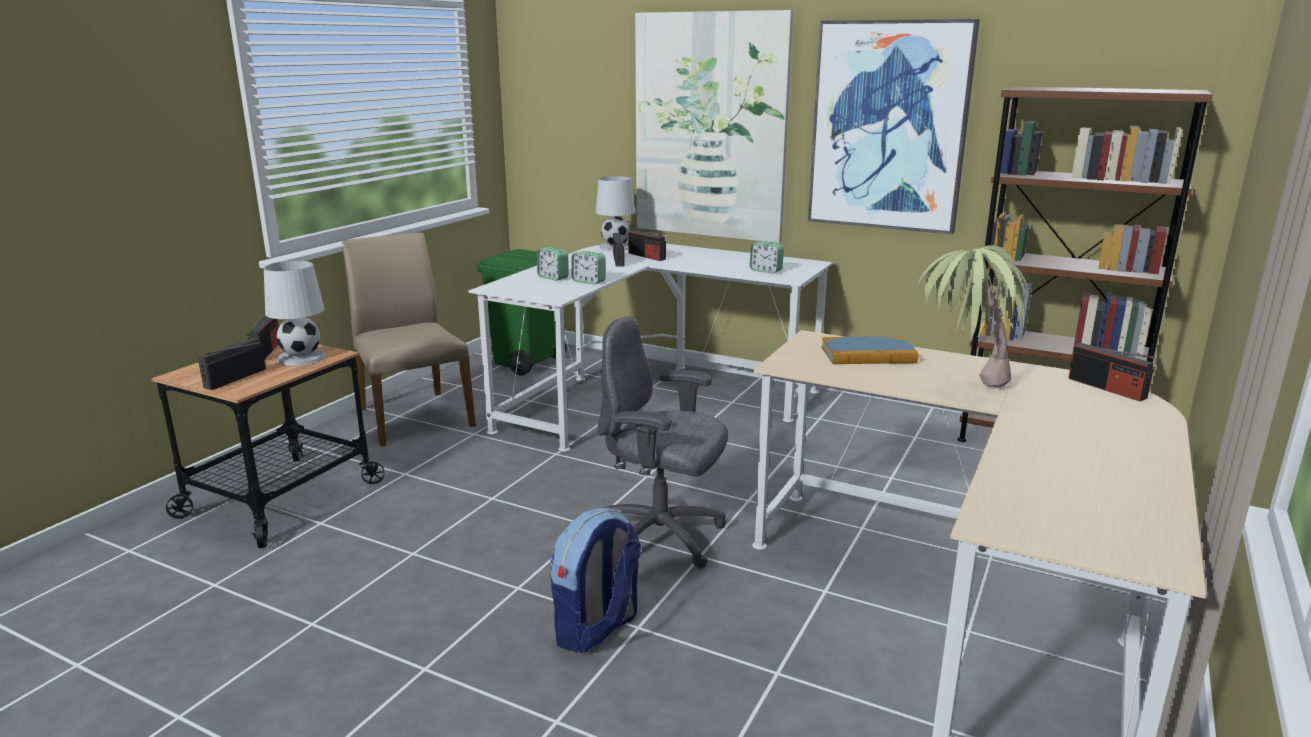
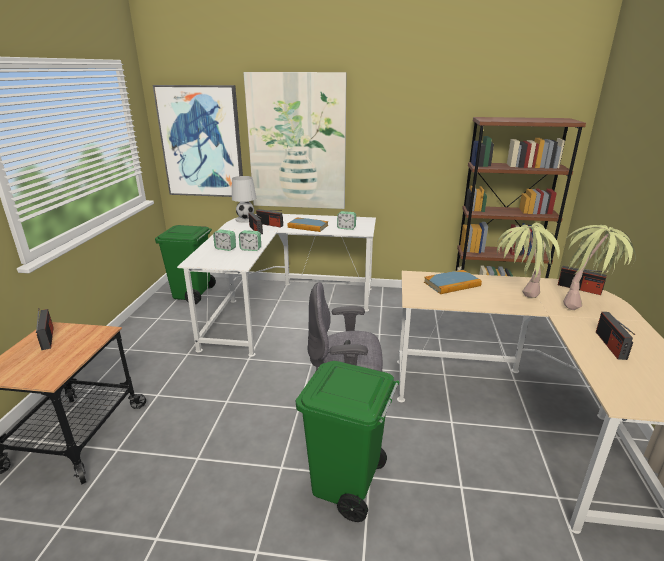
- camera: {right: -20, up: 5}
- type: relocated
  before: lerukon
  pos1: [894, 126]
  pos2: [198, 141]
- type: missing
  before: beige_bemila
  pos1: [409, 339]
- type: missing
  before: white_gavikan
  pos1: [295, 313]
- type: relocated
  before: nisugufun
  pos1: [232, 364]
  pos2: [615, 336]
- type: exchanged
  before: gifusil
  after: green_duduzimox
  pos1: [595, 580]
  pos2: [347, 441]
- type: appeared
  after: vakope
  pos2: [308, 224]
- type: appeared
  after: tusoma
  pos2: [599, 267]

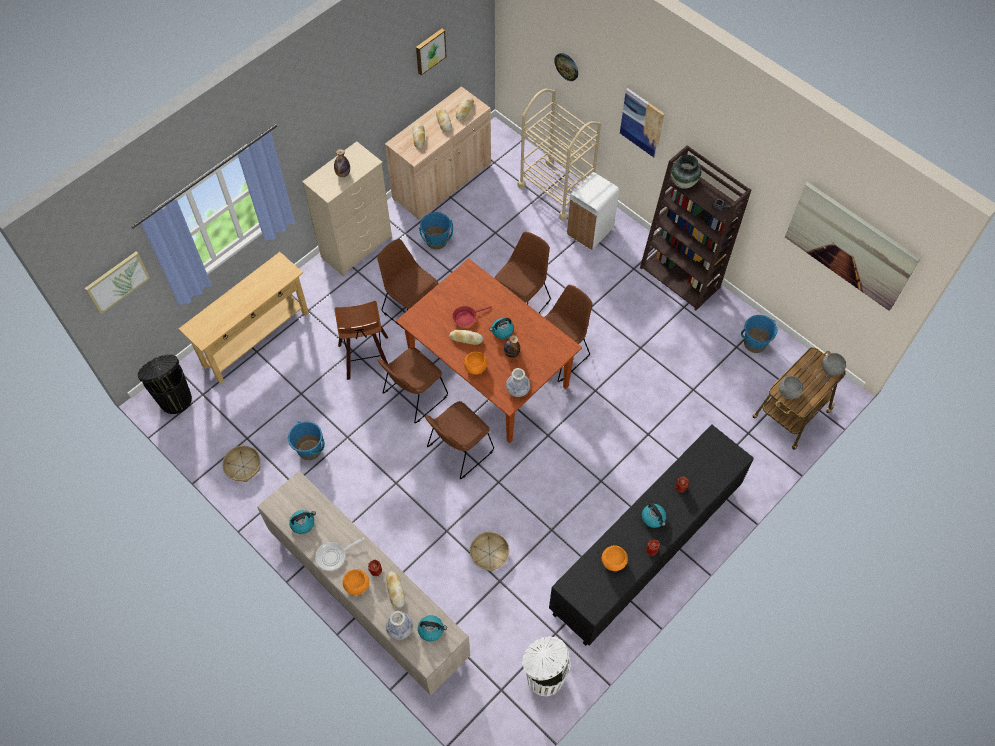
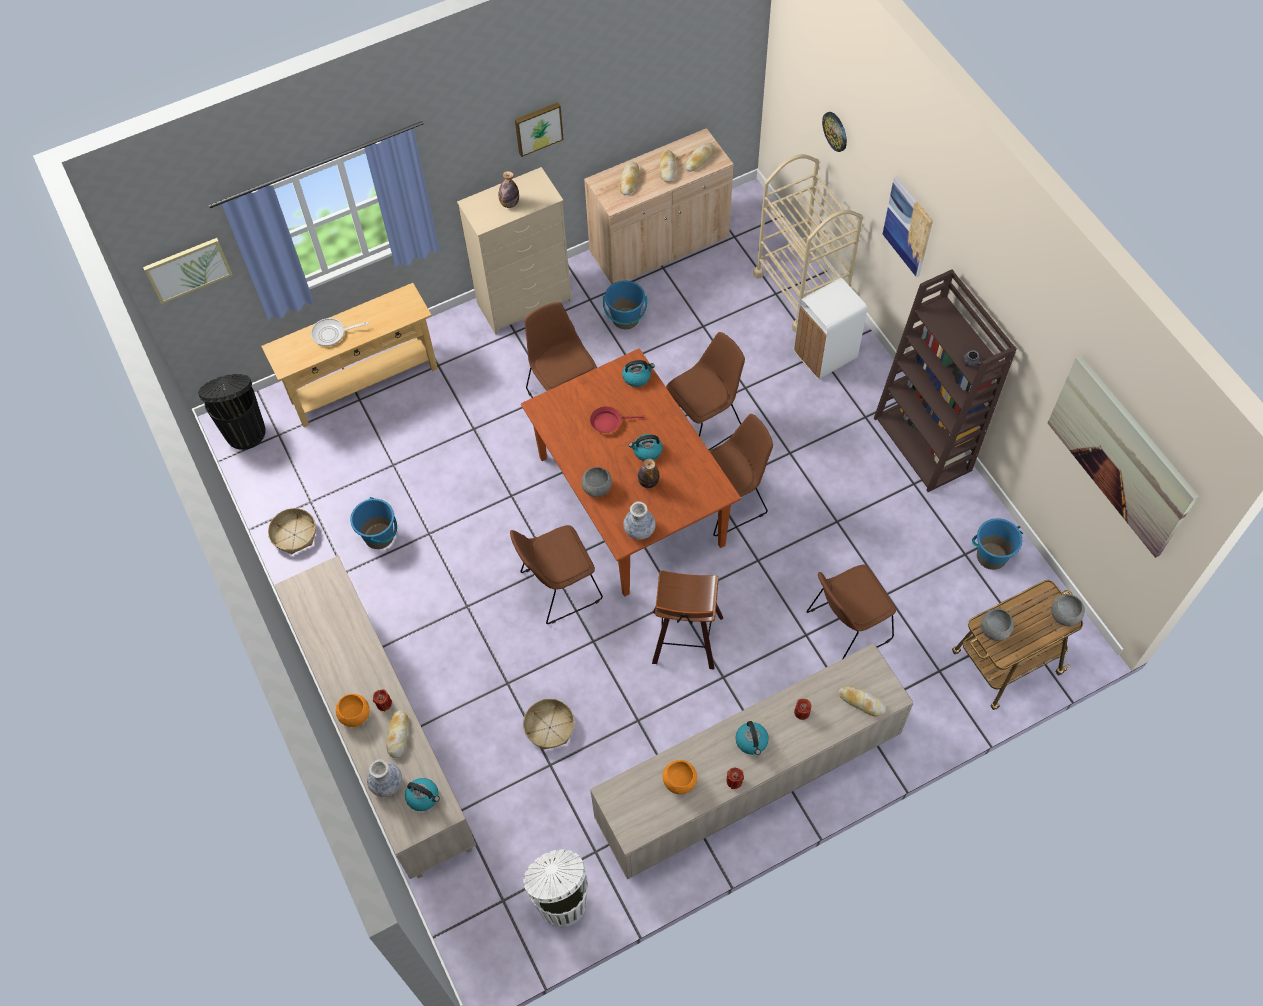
- camera: {right: 20, up: 0}
- type: relocated
  before: lerukon
  pos1: [431, 52]
  pos2: [539, 129]
- type: missing
  before: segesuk
  pos1: [686, 172]
- type: relocated
  before: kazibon
  pos1: [361, 340]
  pos2: [687, 619]
- type: relocated
  before: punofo
  pos1: [466, 337]
  pos2: [862, 701]
- type: relocated
  before: brown_bemila
  pos1: [413, 385]
  pos2: [851, 612]
- type: colour
  before: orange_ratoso
  after: grey_ratoso
  pos1: [475, 363]
  pos2: [596, 482]
- type: colour
  before: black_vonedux
  after: beige_vonedux
  pos1: [651, 535]
  pos2: [751, 761]
- type: relocated
  before: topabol
  pos1: [302, 522]
  pos2: [638, 373]
- type: relocated
  before: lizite
  pos1: [339, 554]
  pos2: [340, 332]

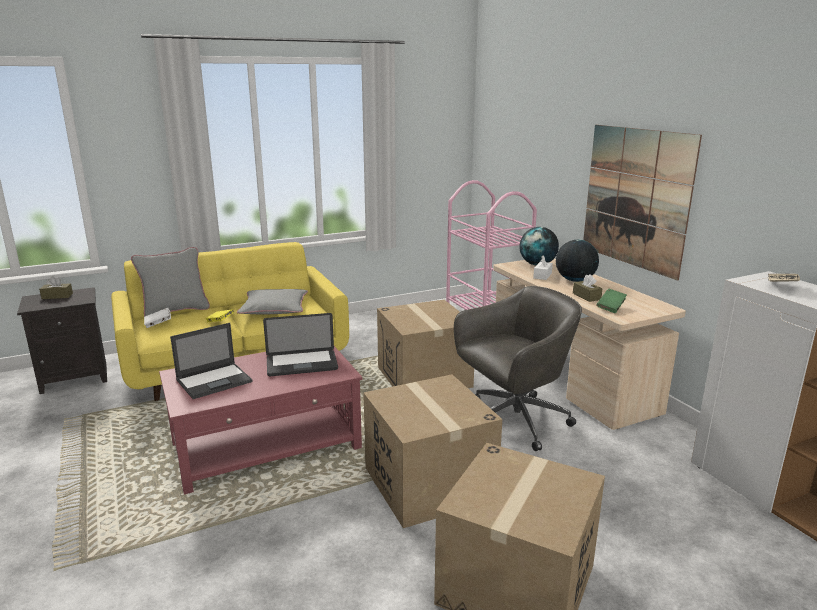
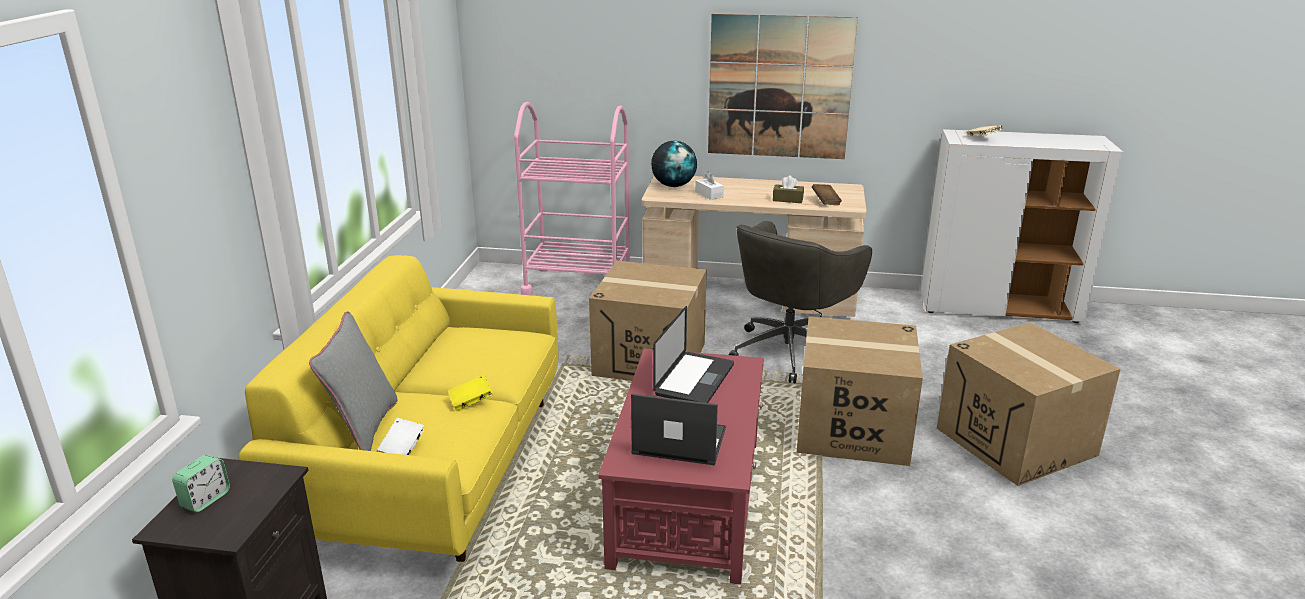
- camera: {right: -55, up: 5}
- type: missing
  before: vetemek
  pos1: [577, 261]
- type: exchanged
  before: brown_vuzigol
  after: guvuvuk
  pos1: [56, 287]
  pos2: [201, 483]
- type: spun
  before: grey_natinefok
  pos1: [518, 368]
  pos2: [800, 302]
  turn: -150
- type: colour
  before: green_vakope
  after: brown_vakope
  pos1: [611, 300]
  pos2: [827, 194]
- type: missing
  before: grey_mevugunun
  pos1: [272, 301]
- type: spun
  before: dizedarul
  pos1: [211, 361]
  pos2: [678, 429]
  turn: -75

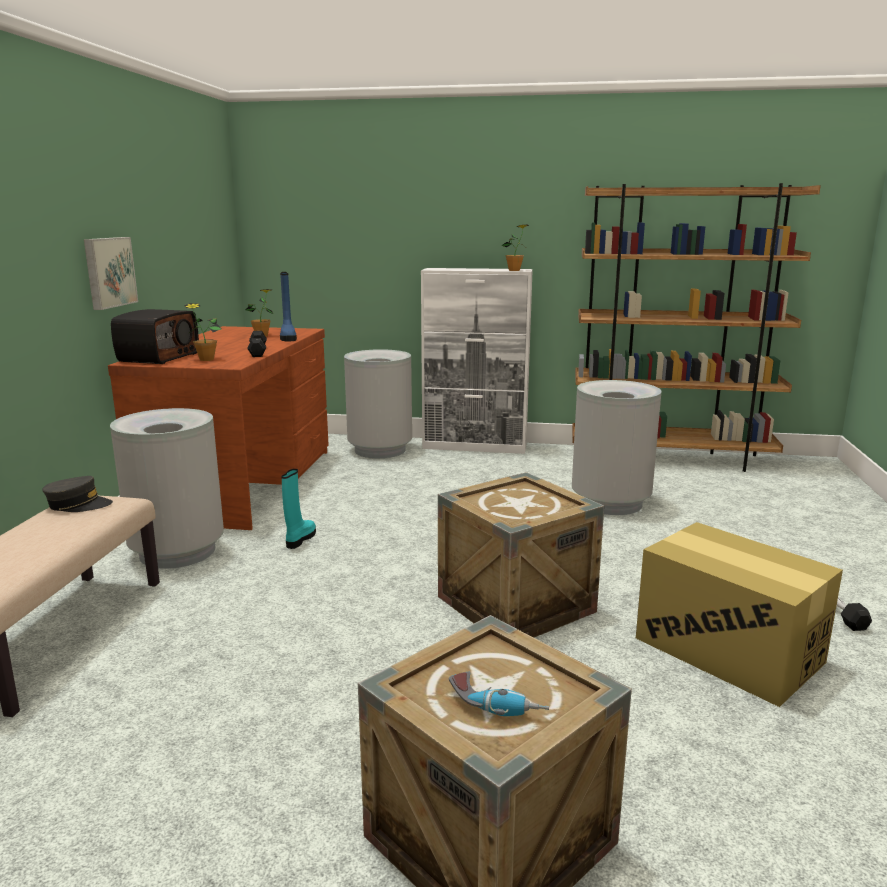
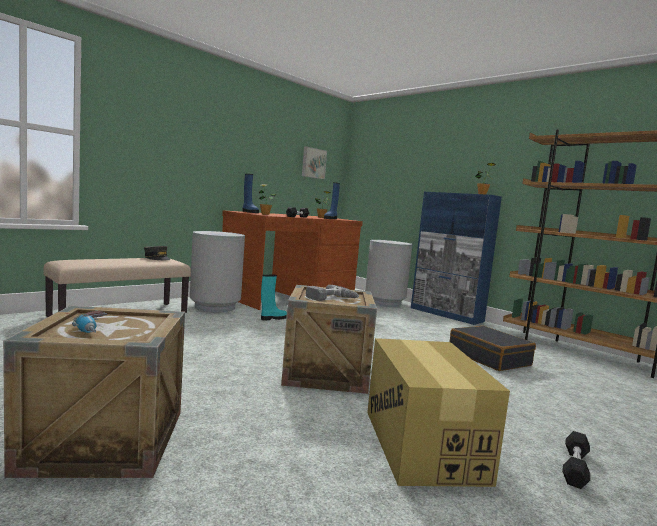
- camera: {right: 35, up: -10}
- type: relocated
  before: lerukon
  pos1: [111, 273]
  pos2: [314, 162]
- type: colour
  before: white_vonedux
  after: blue_vonedux
  pos1: [477, 361]
  pos2: [456, 258]
- type: exchanged
  before: nisugufun
  after: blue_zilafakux
  pos1: [155, 336]
  pos2: [251, 193]
- type: exchanged
  before: grey_duduzimox
  after: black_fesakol
  pos1: [617, 447]
  pos2: [492, 348]
- type: appeared
  after: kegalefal
  pos2: [332, 293]

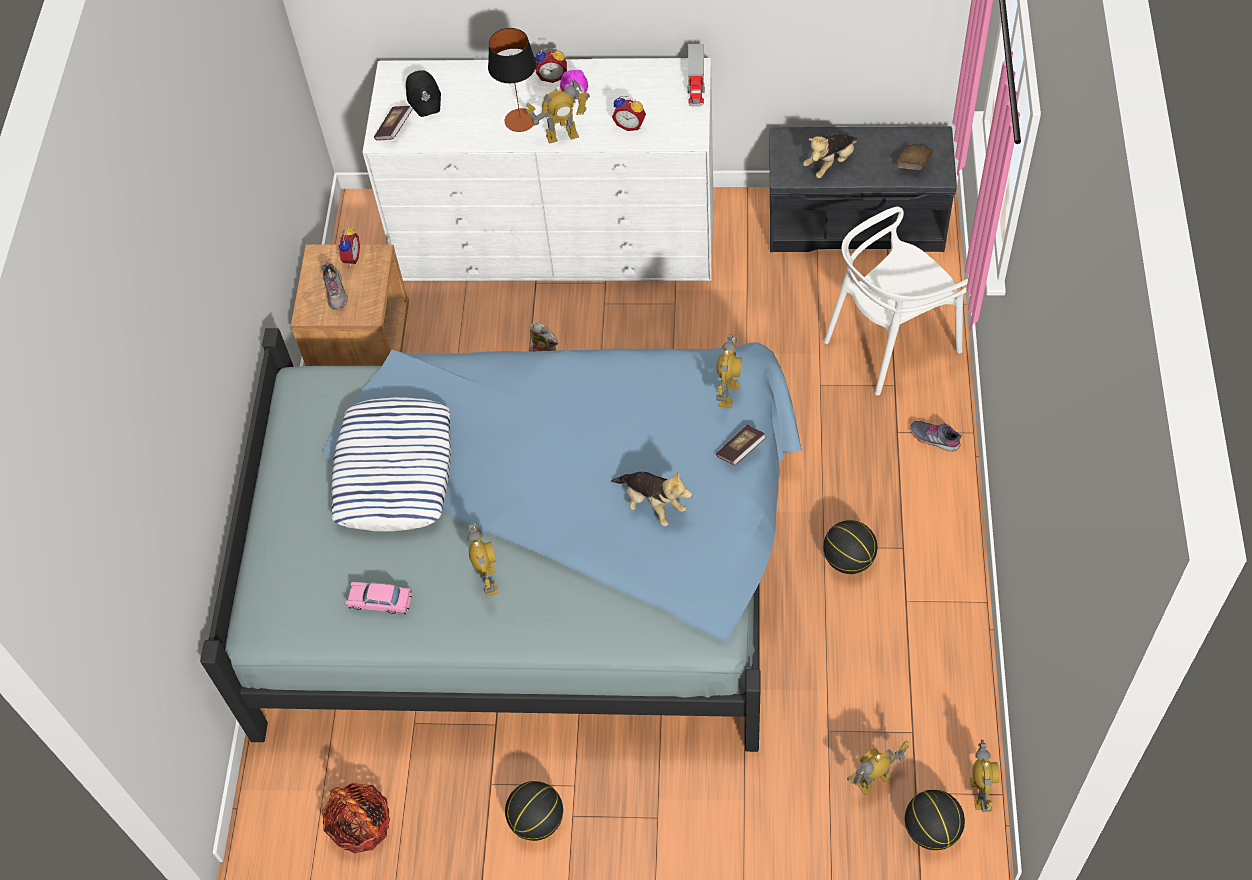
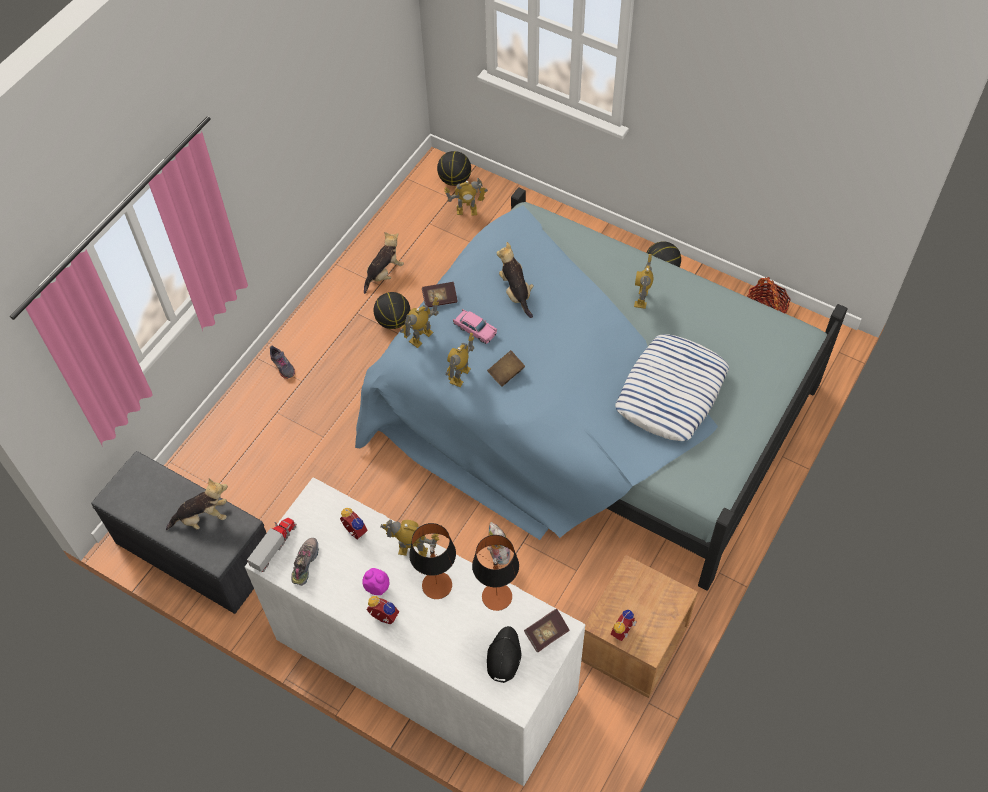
- camera: {right: -155, up: 0}
- type: relocated
  before: brown_vakope
  pos1: [915, 157]
  pos2: [506, 368]
- type: missing
  before: white_bemila
  pos1: [896, 301]
- type: relocated
  before: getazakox
  pos1: [335, 286]
  pos2: [305, 562]
- type: relocated
  before: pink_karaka
  pos1: [379, 598]
  pos2: [475, 326]
- type: relocated
  before: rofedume
  pos1: [985, 776]
  pos2: [460, 360]
- type: appeared
  after: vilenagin
  pos2: [384, 263]
- type: appeared
  after: gavikan
  pos2: [495, 573]

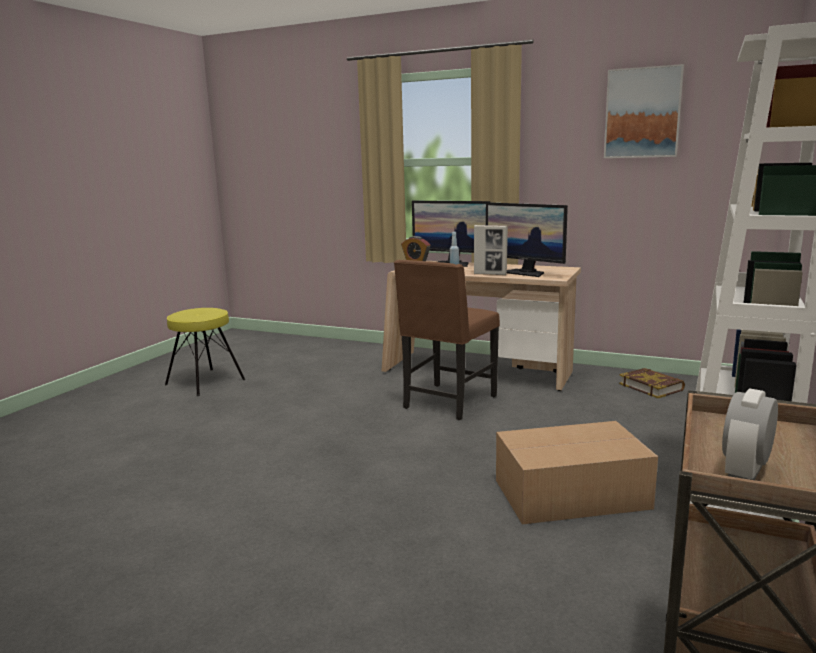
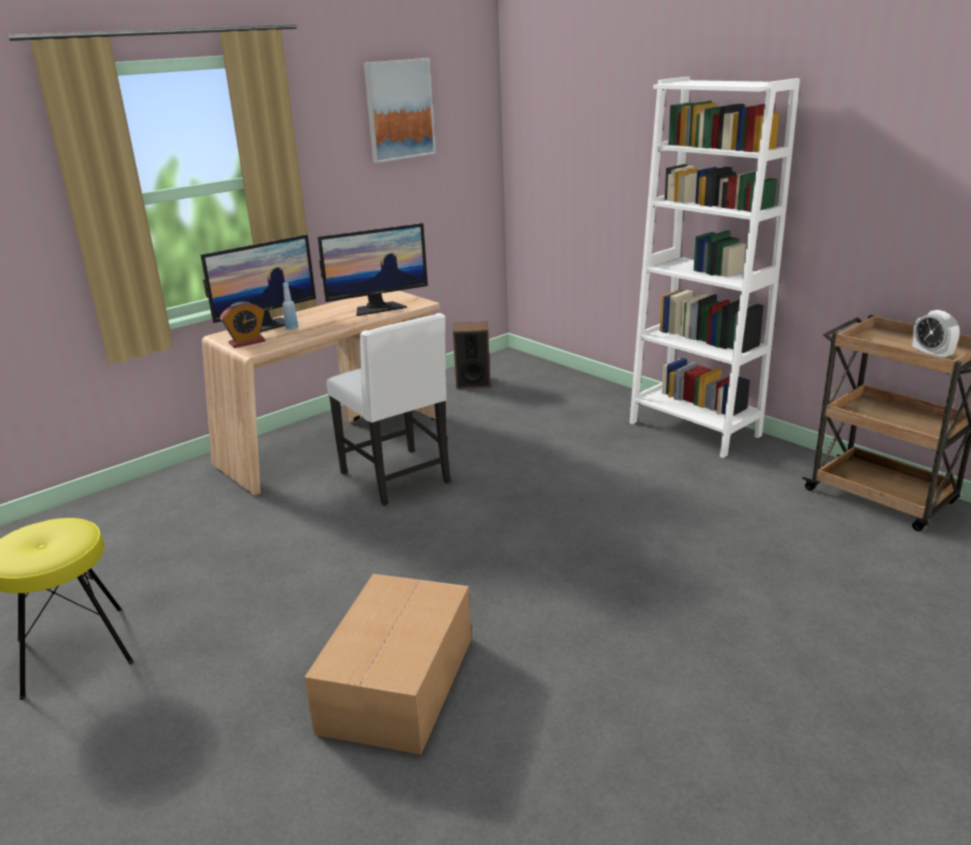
- camera: {right: -65, up: 10}
- type: missing
  before: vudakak
  pos1: [491, 250]
- type: colour
  before: brown_bemila
  after: white_bemila
  pos1: [447, 340]
  pos2: [389, 409]
- type: exchanged
  before: vakope
  after: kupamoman
  pos1: [652, 383]
  pos2: [472, 355]
- type: relocated
  before: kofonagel
  pos1: [577, 473]
  pos2: [388, 664]

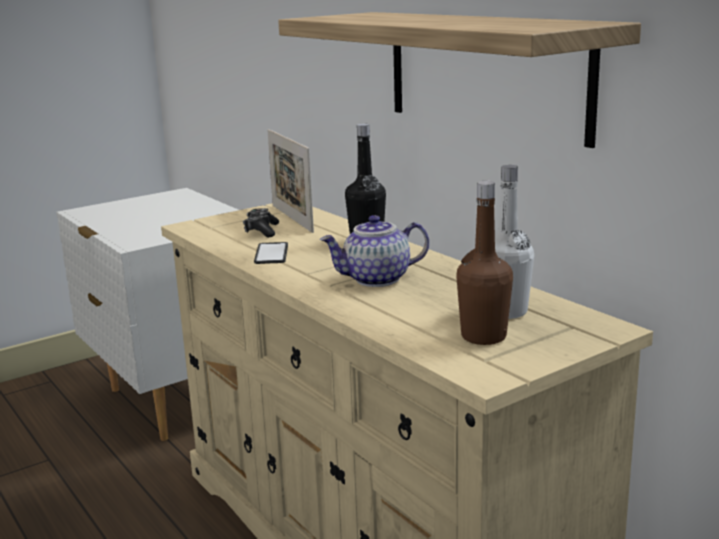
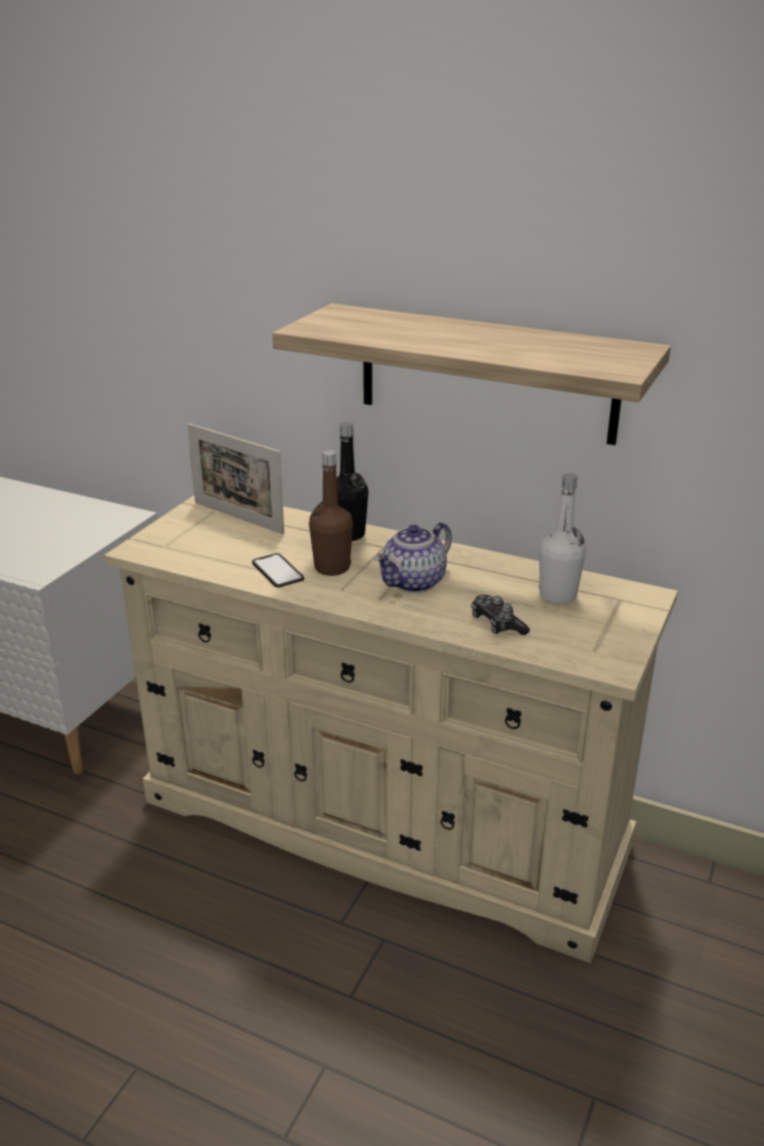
- camera: {right: -30, up: 10}
- type: relocated
  before: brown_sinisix
  pos1: [484, 263]
  pos2: [331, 513]
- type: relocated
  before: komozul
  pos1: [261, 223]
  pos2: [500, 615]

